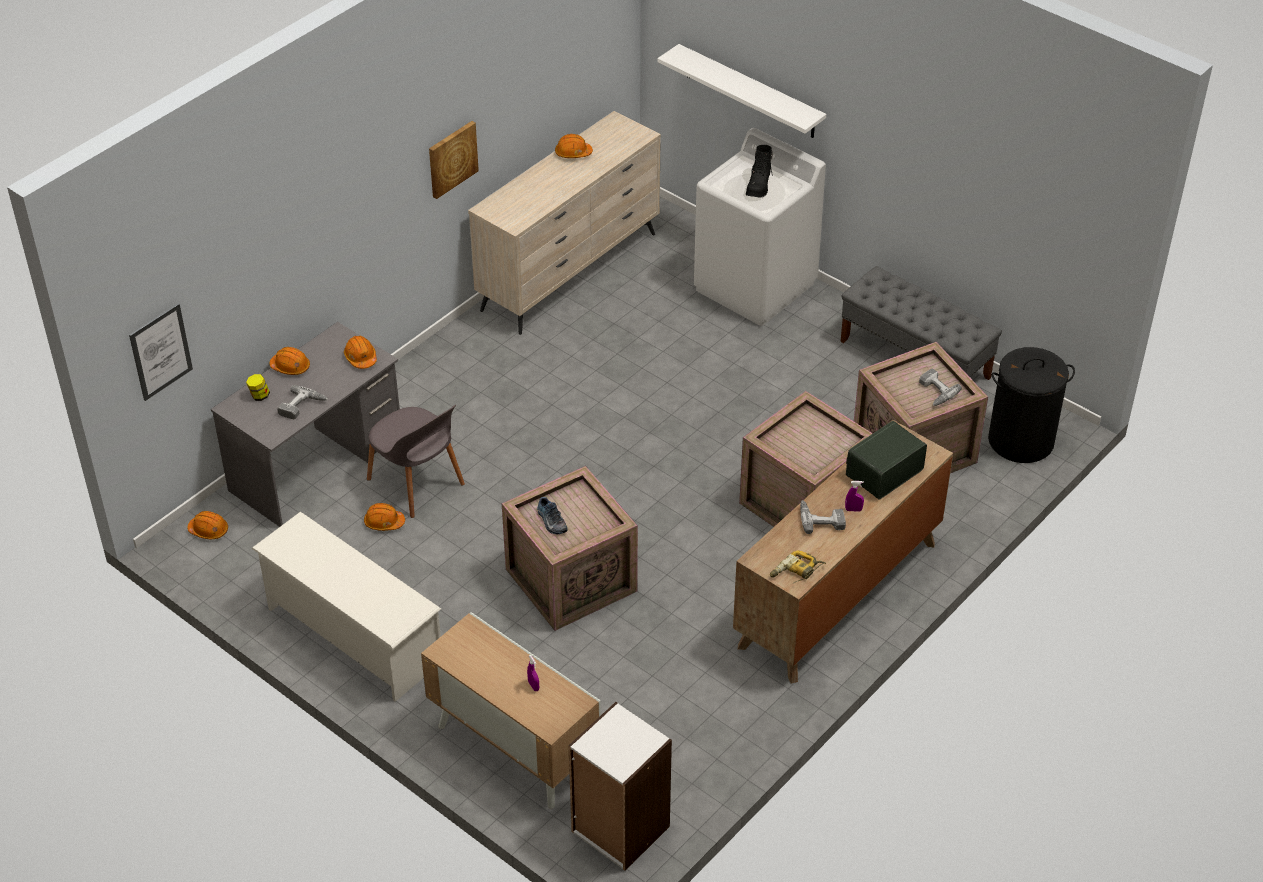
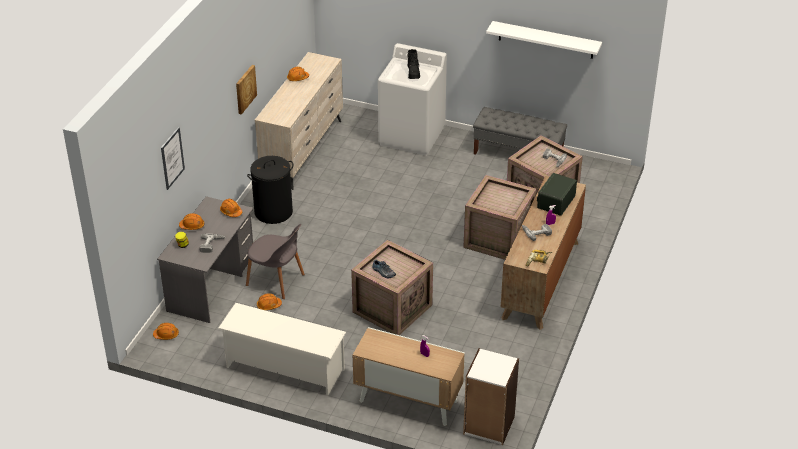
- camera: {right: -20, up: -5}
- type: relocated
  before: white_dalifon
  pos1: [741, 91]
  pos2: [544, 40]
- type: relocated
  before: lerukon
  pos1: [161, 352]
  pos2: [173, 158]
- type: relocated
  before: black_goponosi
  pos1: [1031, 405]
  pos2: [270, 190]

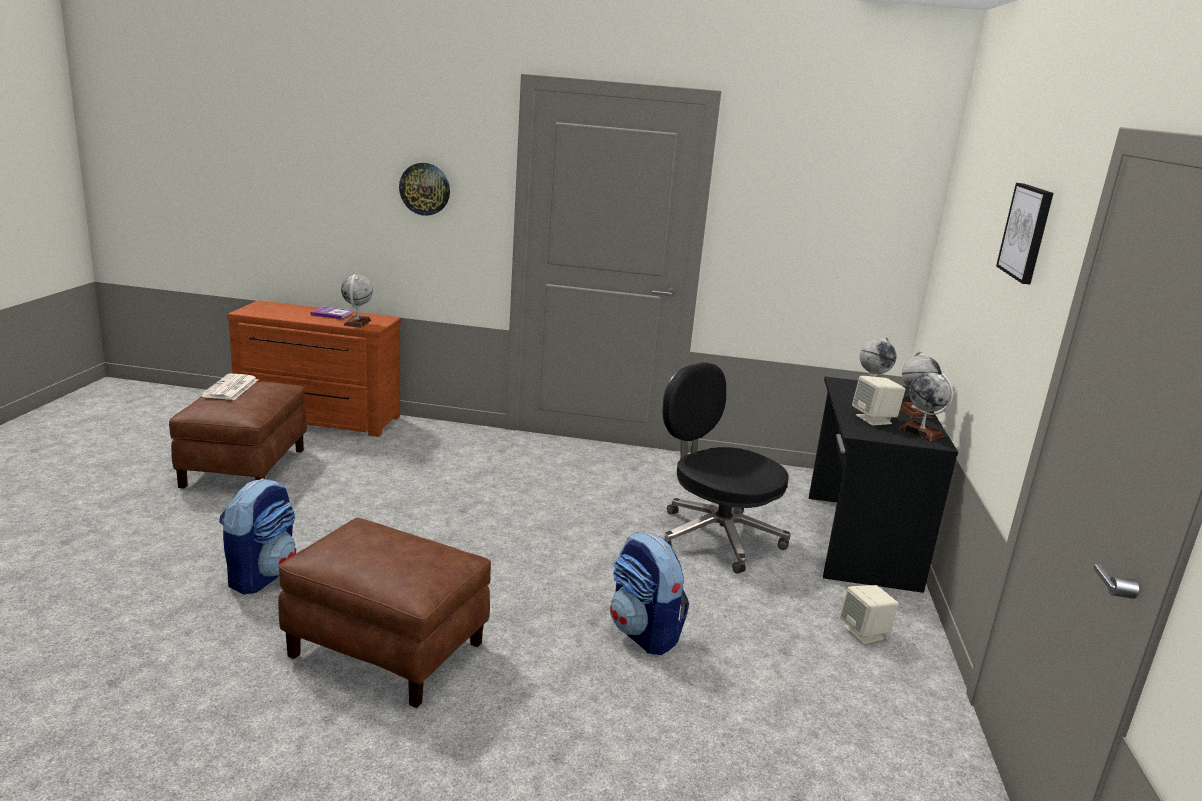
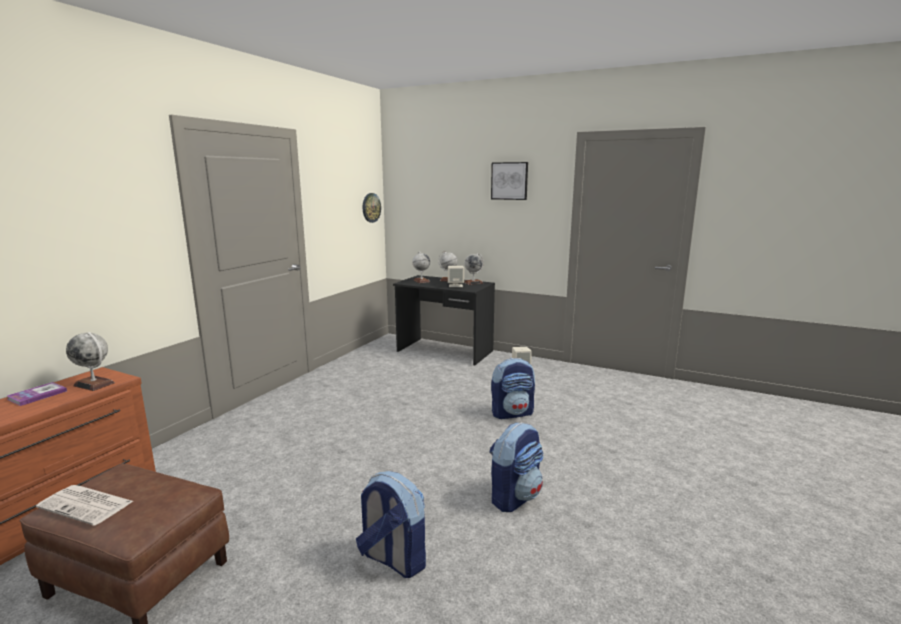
- camera: {right: -70, up: -5}
- type: relocated
  before: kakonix
  pos1: [424, 189]
  pos2: [372, 208]
- type: missing
  before: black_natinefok
  pos1: [726, 468]
- type: exchanged
  before: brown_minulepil
  after: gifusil
  pos1: [384, 613]
  pos2: [516, 467]

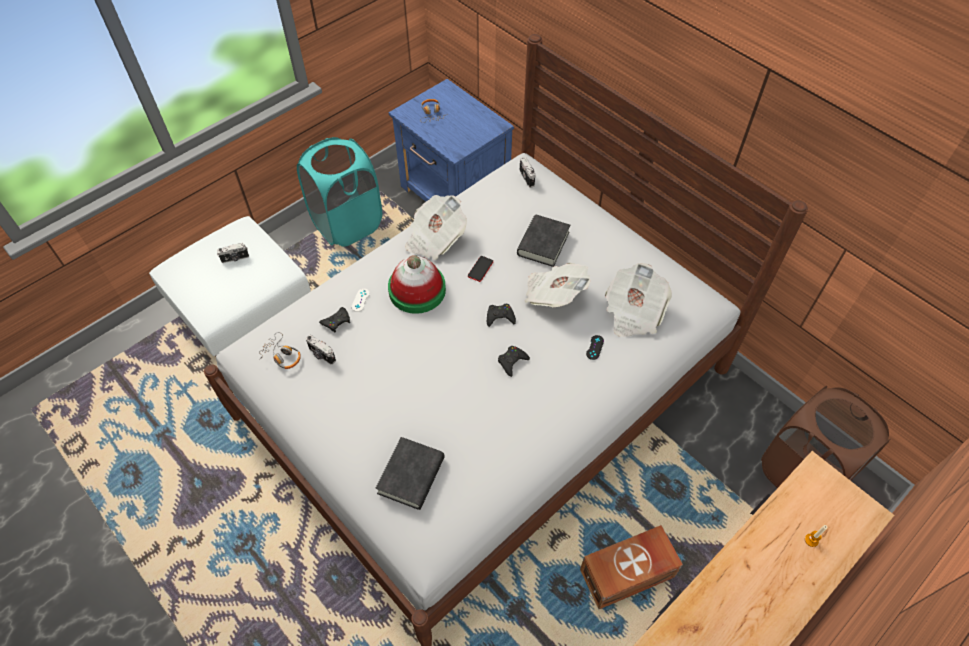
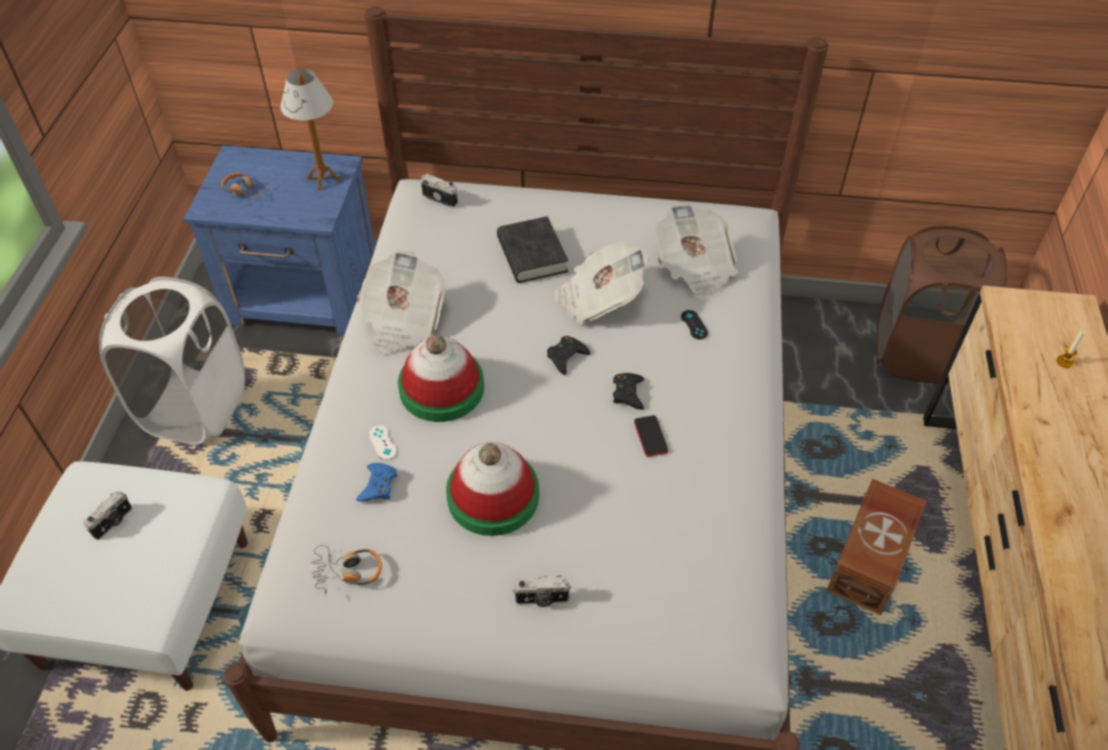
- camera: {right: -40, up: -5}
- type: colour
  before: turquoise_goponosi
  after: white_goponosi
  pos1: [339, 192]
  pos2: [172, 361]
- type: relocated
  before: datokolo
  pos1: [480, 269]
  pos2: [651, 436]
- type: colour
  before: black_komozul
  after: blue_komozul
  pos1: [334, 319]
  pos2: [376, 482]
- type: relocated
  before: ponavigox
  pos1: [321, 350]
  pos2: [542, 591]
- type: missing
  before: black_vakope
  pos1: [410, 473]
- type: appeared
  after: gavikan
  pos2: [310, 129]
- type: appeared
  after: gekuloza
  pos2: [492, 489]

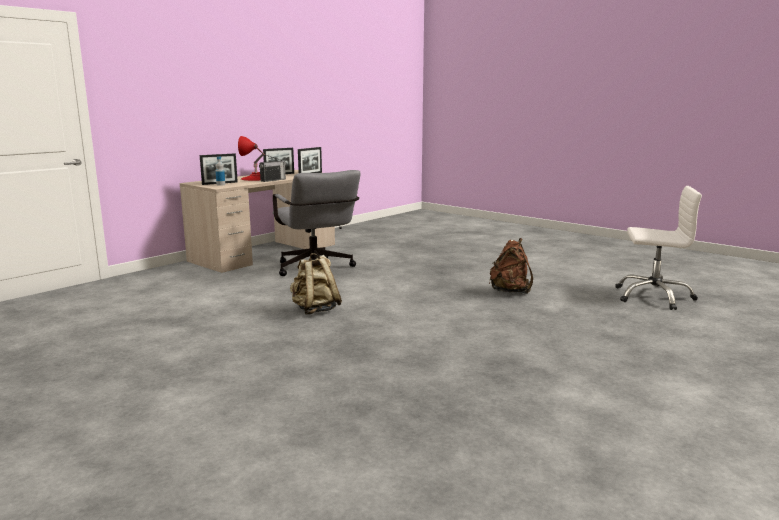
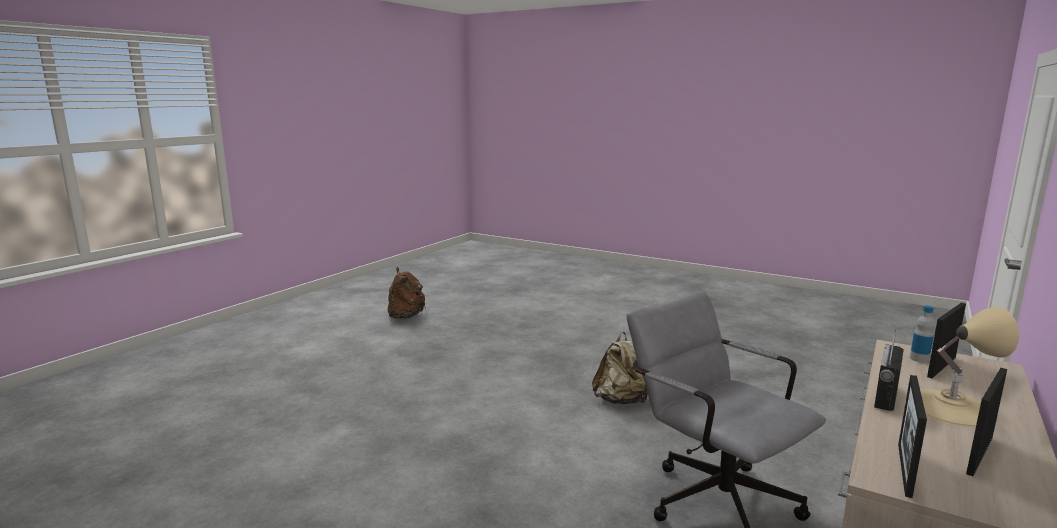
- camera: {right: 170, up: 0}
- type: colour
  before: red_gavikan
  after: beige_gavikan
  pos1: [251, 158]
  pos2: [969, 367]
- type: missing
  before: white_natinefok
  pos1: [658, 248]
- type: relocated
  before: brown_gifusil
  pos1: [511, 266]
  pos2: [406, 293]

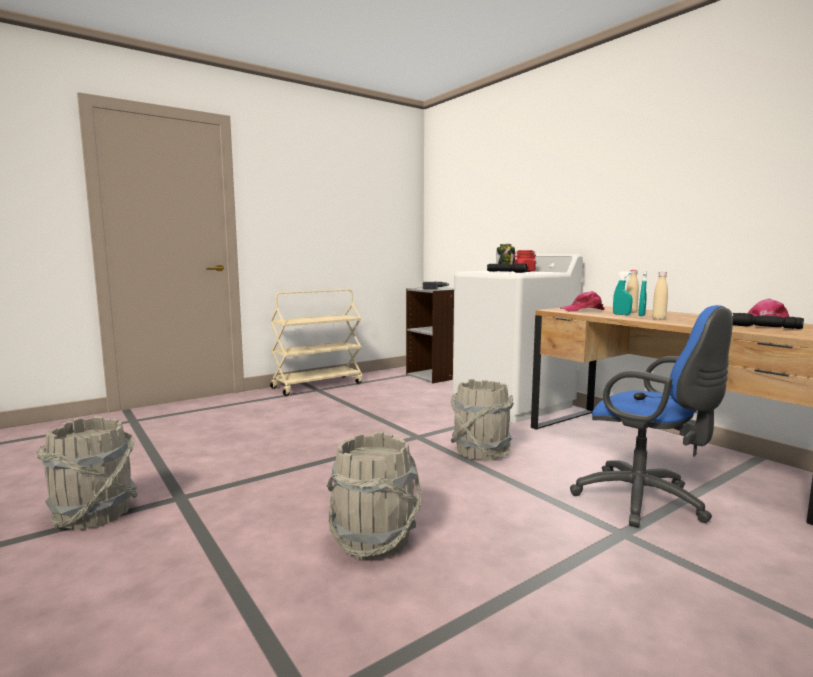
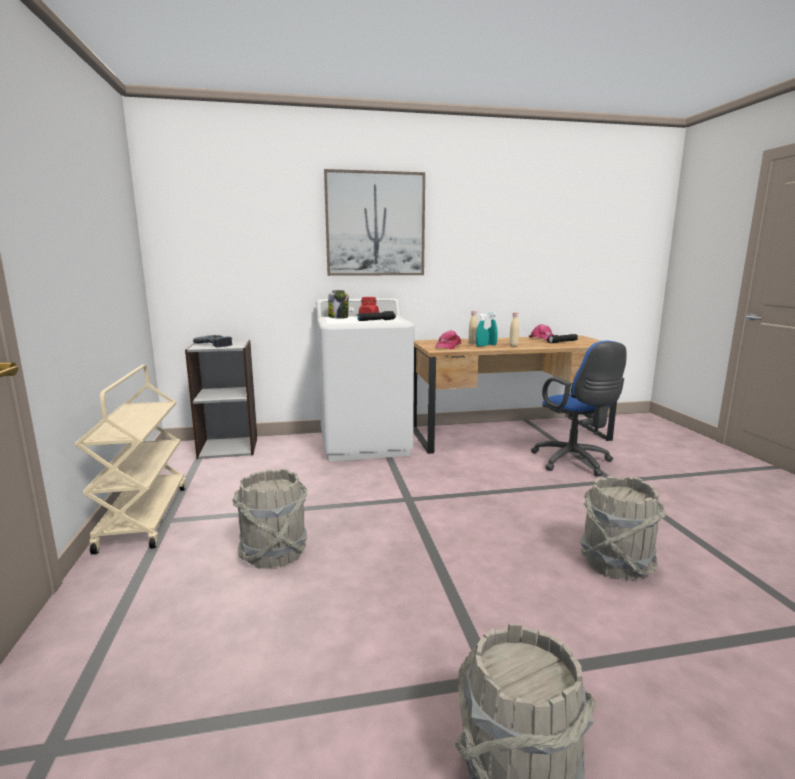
- camera: {right: -65, up: 5}
- type: spun
  before: blue_natinefok
  pos1: [651, 416]
  pos2: [579, 409]
  turn: 90
- type: relocated
  before: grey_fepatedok
  pos1: [482, 420]
  pos2: [270, 518]
- type: appeared
  after: lerukon
  pos2: [374, 222]

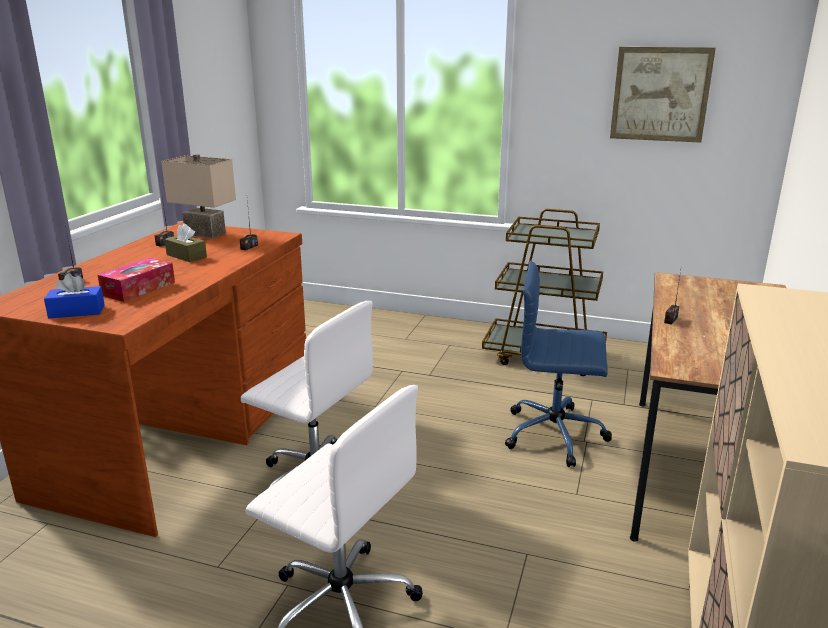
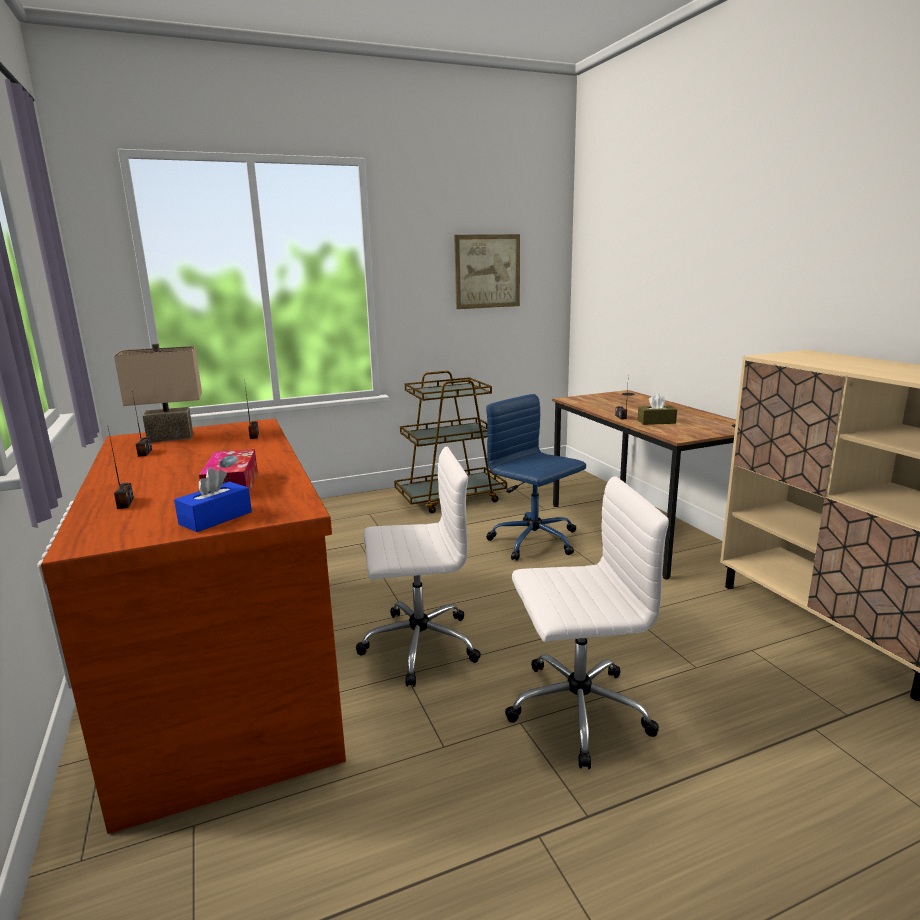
- camera: {right: -40, up: -5}
- type: relocated
  before: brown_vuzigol
  pos1: [186, 242]
  pos2: [657, 409]
- type: spun
  before: blue_natinefok
  pos1: [558, 364]
  pos2: [536, 477]
  turn: 75

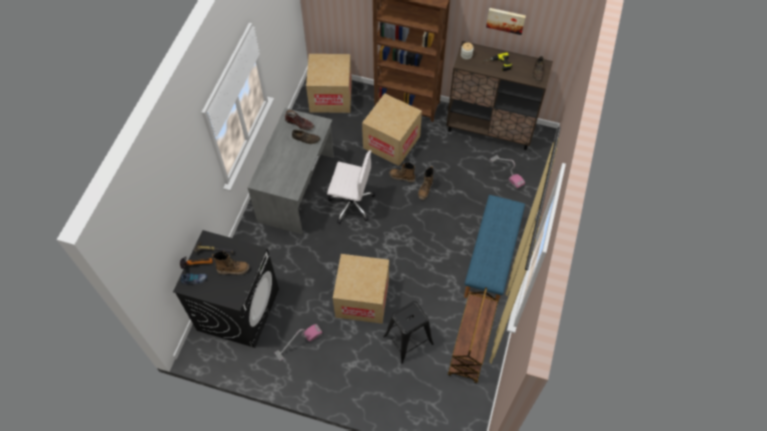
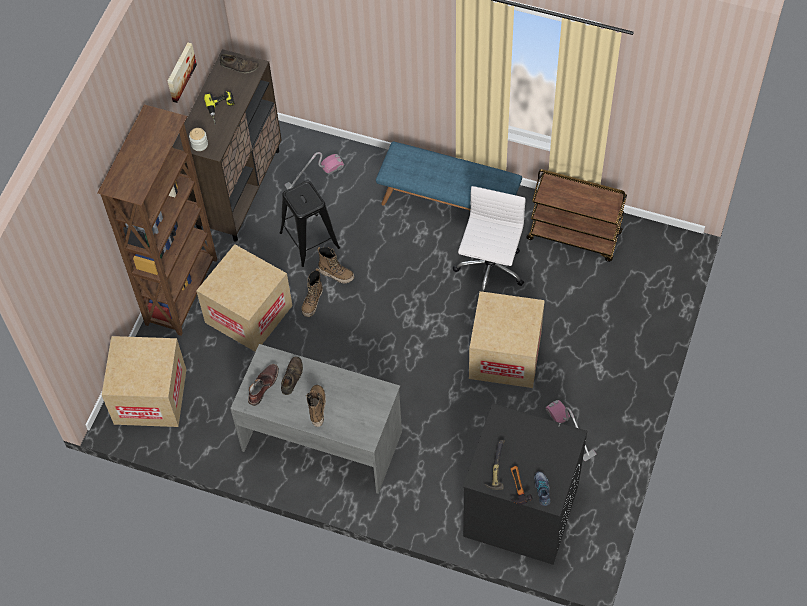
- camera: {right: -85, up: 0}
- type: relocated
  before: white_natinefok
  pos1: [351, 187]
  pos2: [489, 239]
- type: relocated
  before: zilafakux
  pos1: [230, 263]
  pos2: [316, 406]
- type: relocated
  before: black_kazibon
  pos1: [408, 332]
  pos2: [310, 224]

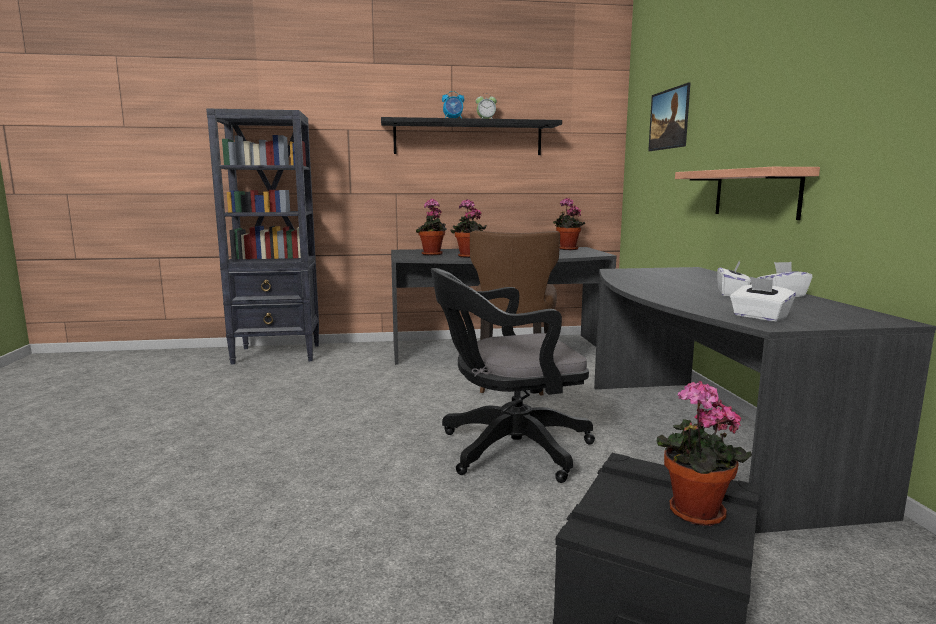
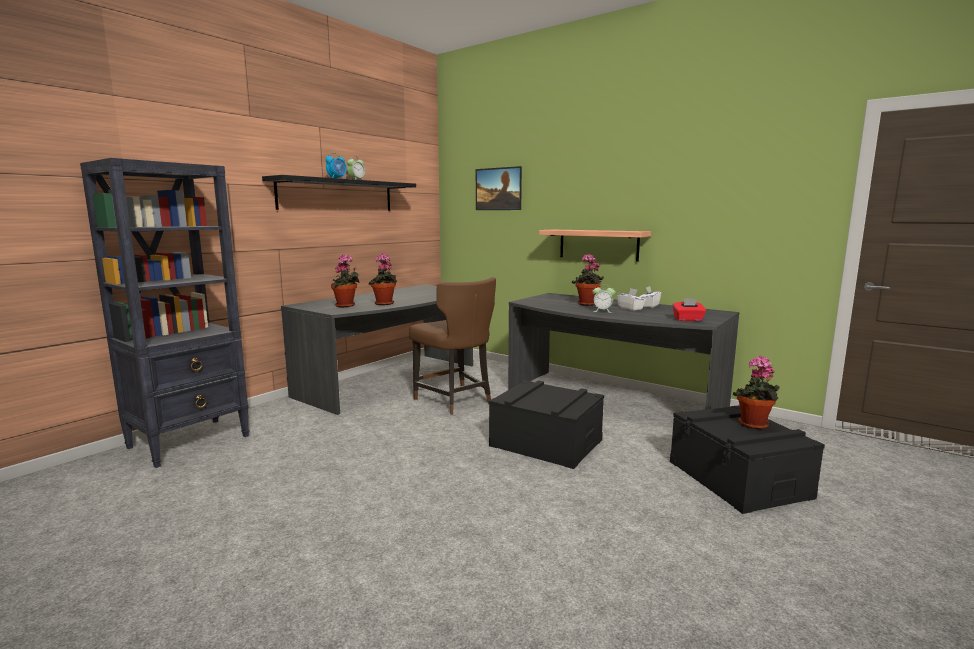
- camera: {right: -45, up: 0}
- type: relocated
  before: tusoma
  pos1: [569, 224]
  pos2: [588, 280]
- type: exchanged
  before: black_natinefok
  after: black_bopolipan
  pos1: [513, 375]
  pos2: [546, 424]
- type: colour
  before: white_vuzigol
  after: red_vuzigol
  pos1: [763, 299]
  pos2: [689, 309]
- type: appeared
  after: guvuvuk
  pos2: [603, 300]

